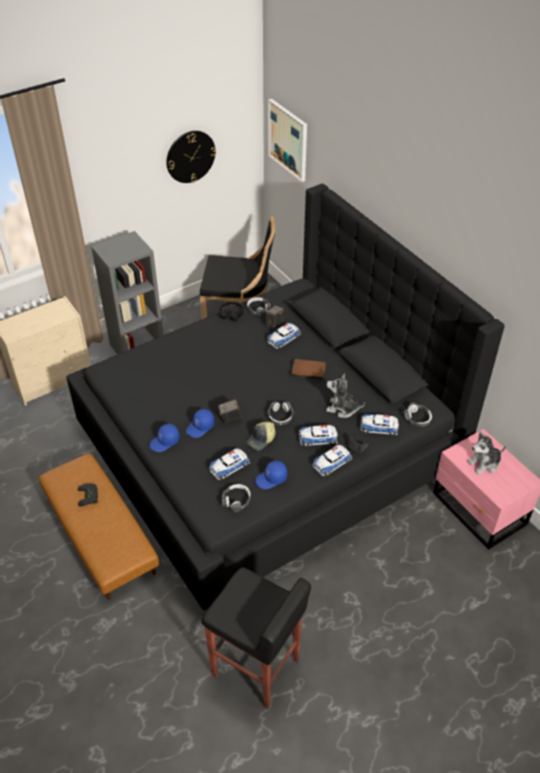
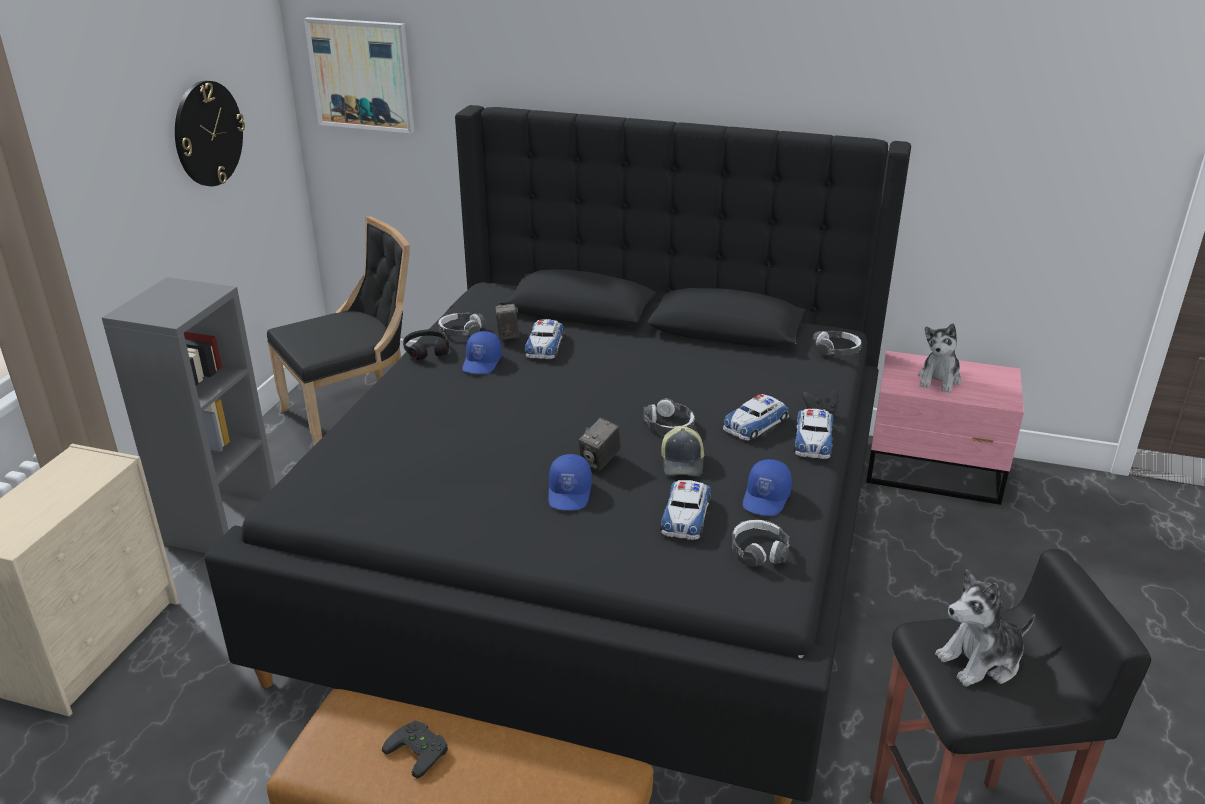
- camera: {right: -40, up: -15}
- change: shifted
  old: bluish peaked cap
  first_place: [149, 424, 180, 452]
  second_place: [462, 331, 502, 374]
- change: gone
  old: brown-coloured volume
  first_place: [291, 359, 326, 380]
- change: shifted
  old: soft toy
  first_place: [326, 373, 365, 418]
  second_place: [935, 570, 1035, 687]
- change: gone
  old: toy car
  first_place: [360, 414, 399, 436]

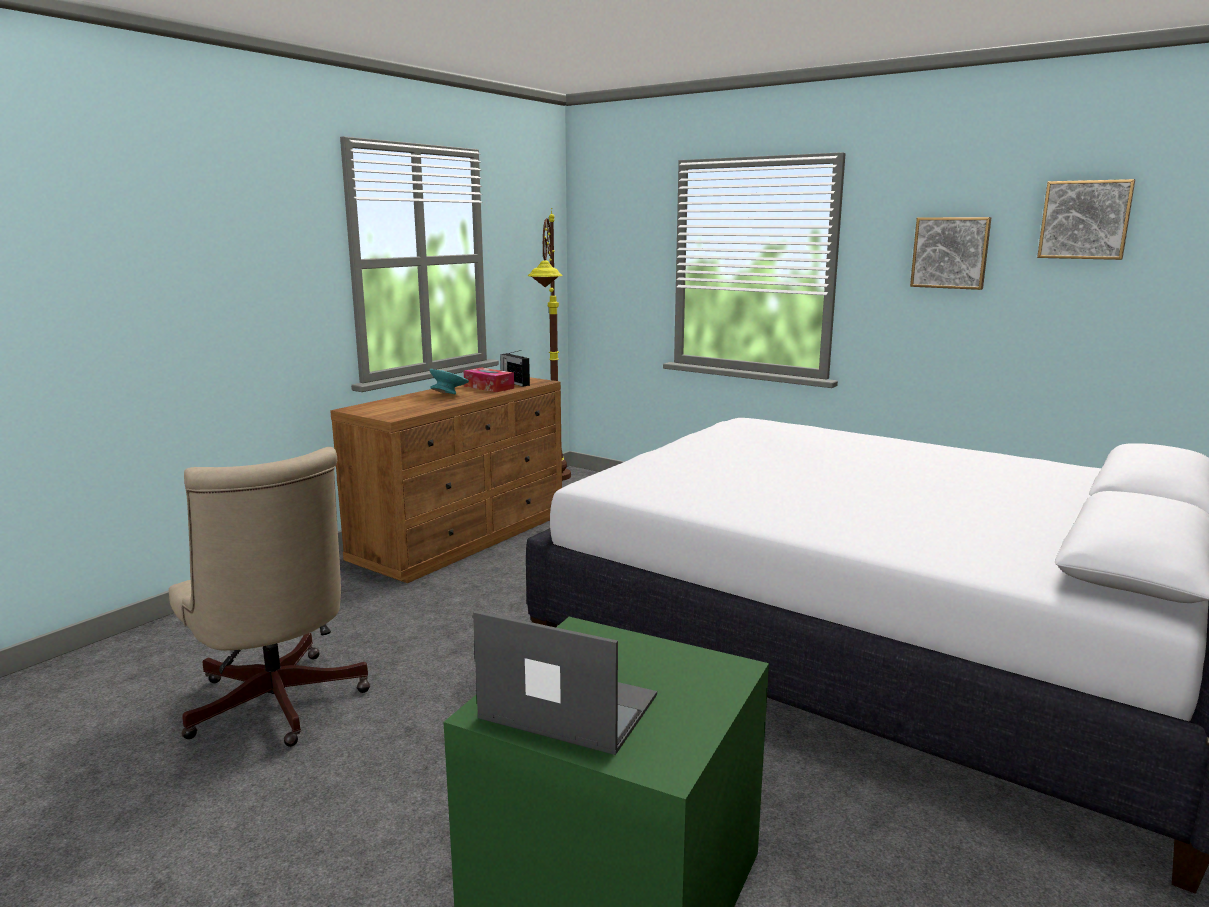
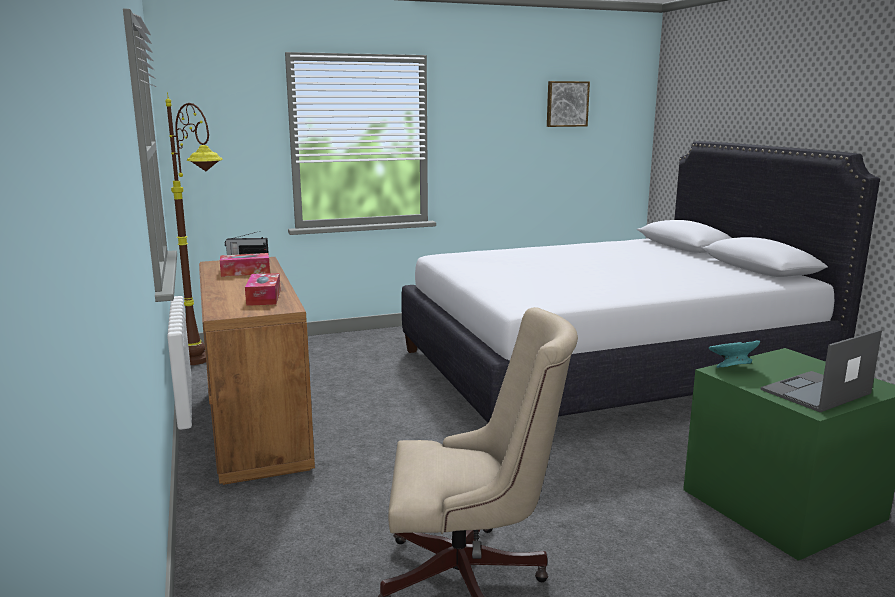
- camera: {right: -55, up: 0}
- change: shifted
  old: blue-green deep dish
  first_place: [429, 369, 469, 394]
  second_place: [709, 340, 760, 368]
- change: gone
  old: wall art
  first_place: [910, 217, 992, 290]
- change: new
  new: tissue box
  second_place: [245, 273, 281, 306]

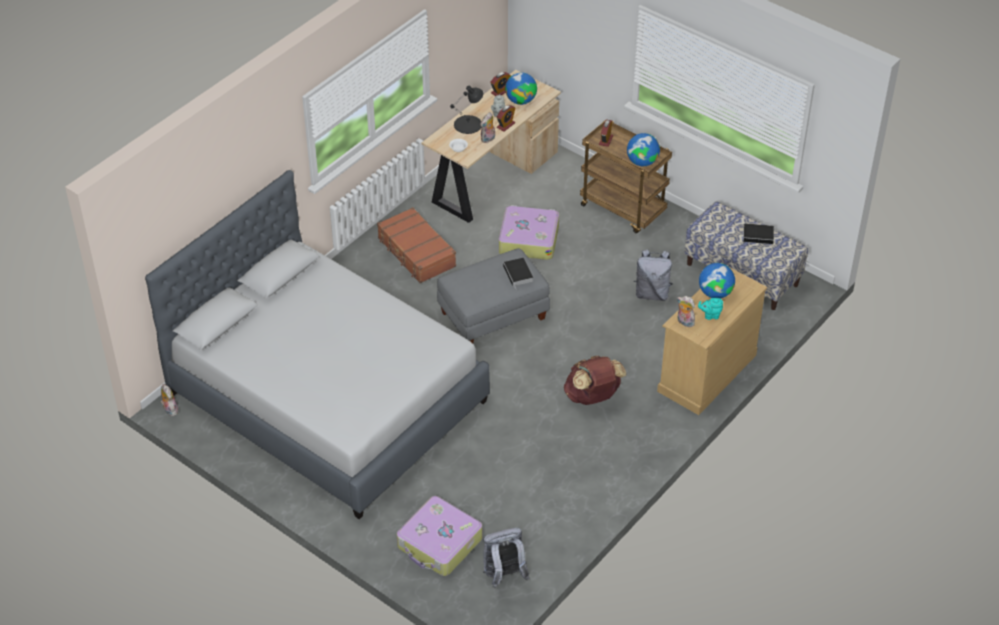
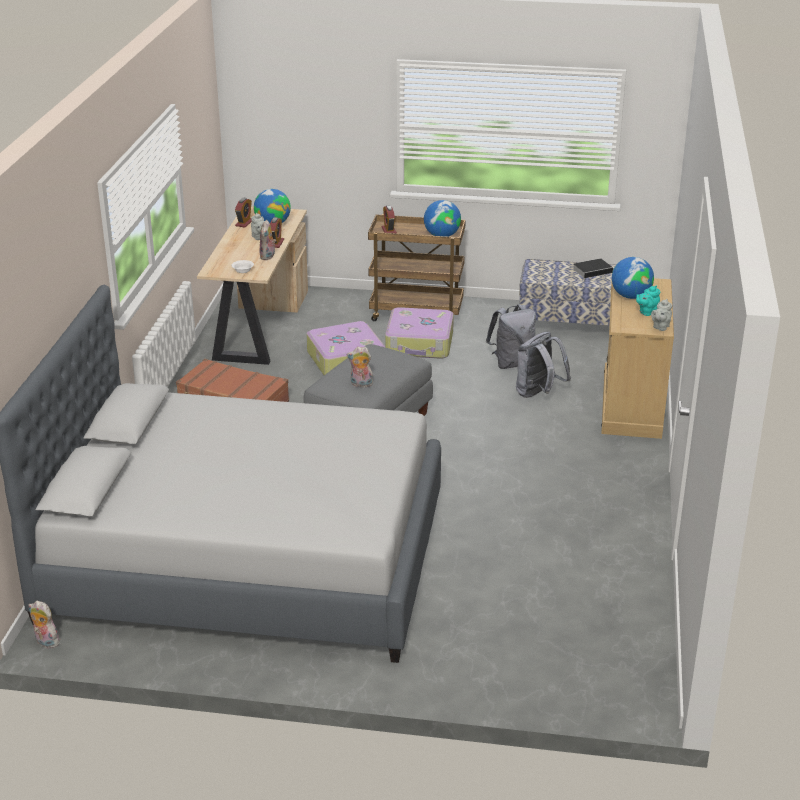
- camera: {right: -30, up: -15}
- change: shifted
  old: travel case
  first_place: [397, 496, 482, 576]
  second_place: [385, 307, 454, 359]
- change: gone
  old: black lamp for a table
  first_place: [450, 86, 483, 134]
- change: shifted
  old: greyish backpack
  first_place: [483, 528, 530, 588]
  second_place: [516, 332, 571, 398]
- change: gone
  old: volume
  first_place: [503, 258, 533, 289]
- change: gone
  old: brown-coloured backpack
  first_place: [564, 356, 626, 405]
- change: shifted
  old: soft toy
  first_place: [677, 296, 695, 327]
  second_place: [347, 347, 373, 387]
- change: new
  new: greyish tea pot
  second_place: [651, 299, 672, 331]

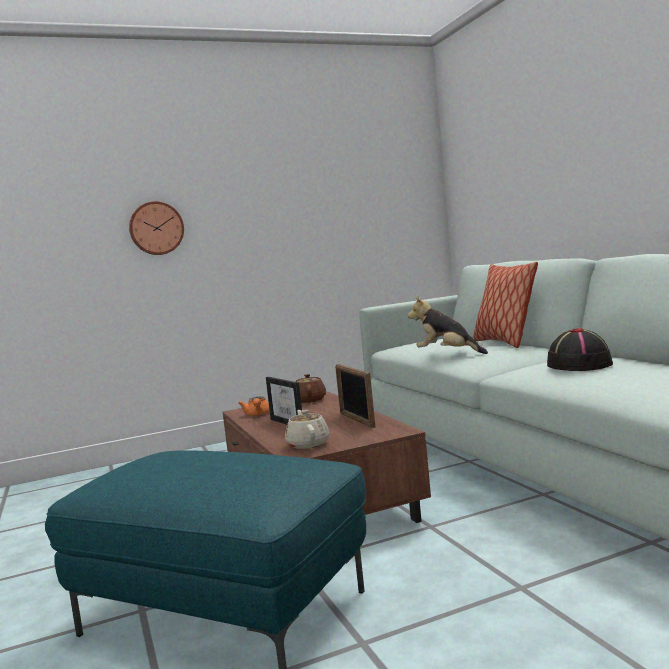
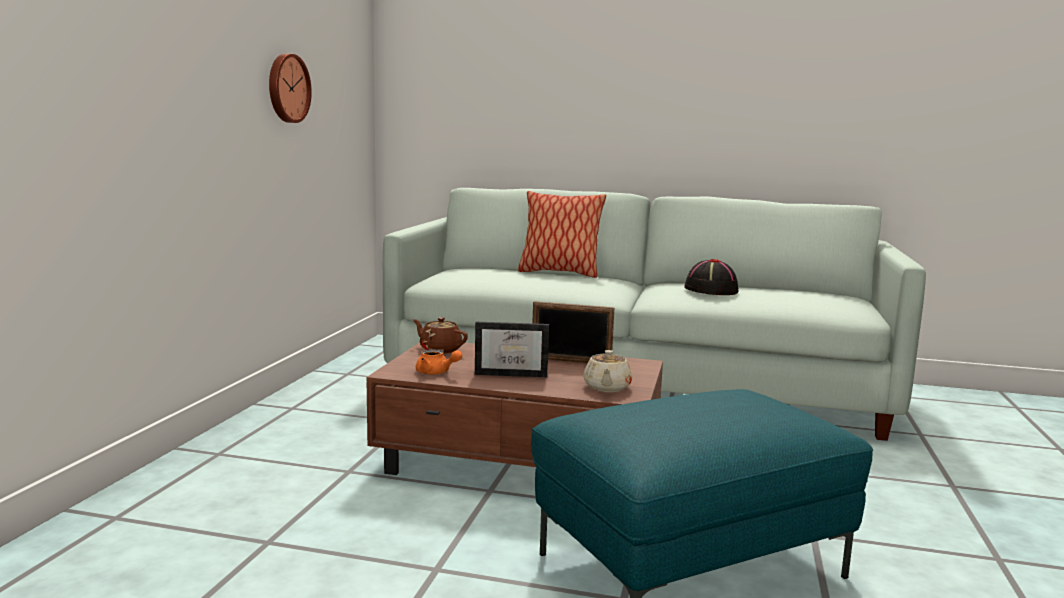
- camera: {right: -55, up: 5}
- change: shifted
  old: clock on the wall
  first_place: [129, 201, 184, 255]
  second_place: [269, 54, 312, 123]
- change: rotated
  old: beige tea pot
  first_place: [285, 410, 329, 449]
  second_place: [583, 350, 632, 392]
  degrees: -105
- change: gone
  old: soft toy
  first_place: [408, 297, 488, 354]

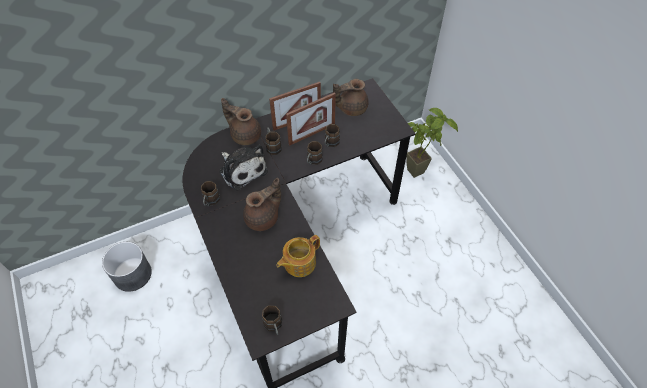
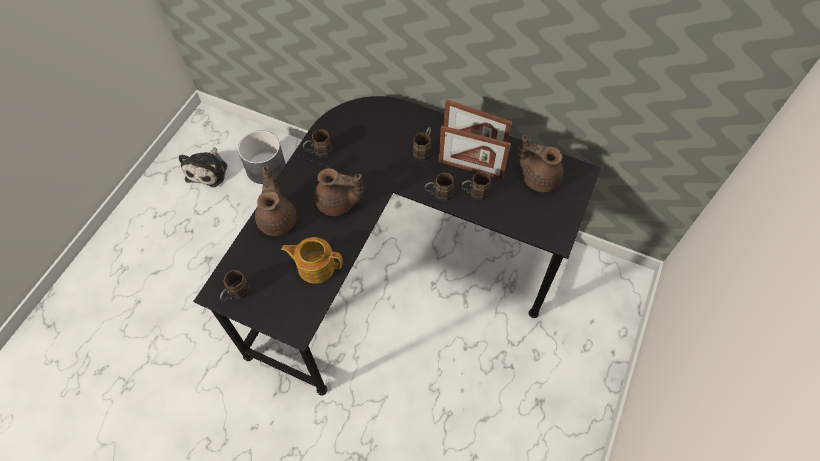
- camera: {right: 50, up: 5}
- change: shifted
  old: soft toy
  first_place: [220, 144, 268, 191]
  second_place: [179, 147, 227, 187]
- change: shifted
  old: brown-coloured tea pot
  first_place: [221, 98, 261, 145]
  second_place: [255, 165, 297, 236]
- change: gone
  old: potted plant
  first_place: [407, 108, 458, 178]

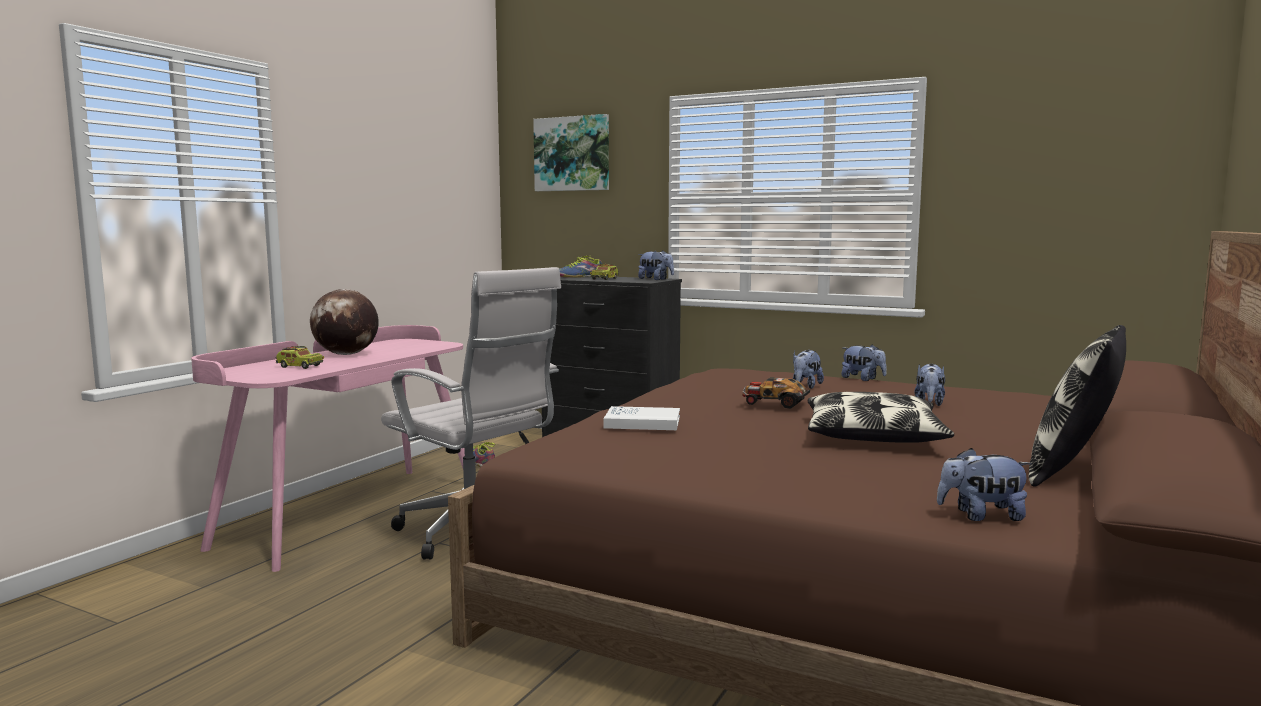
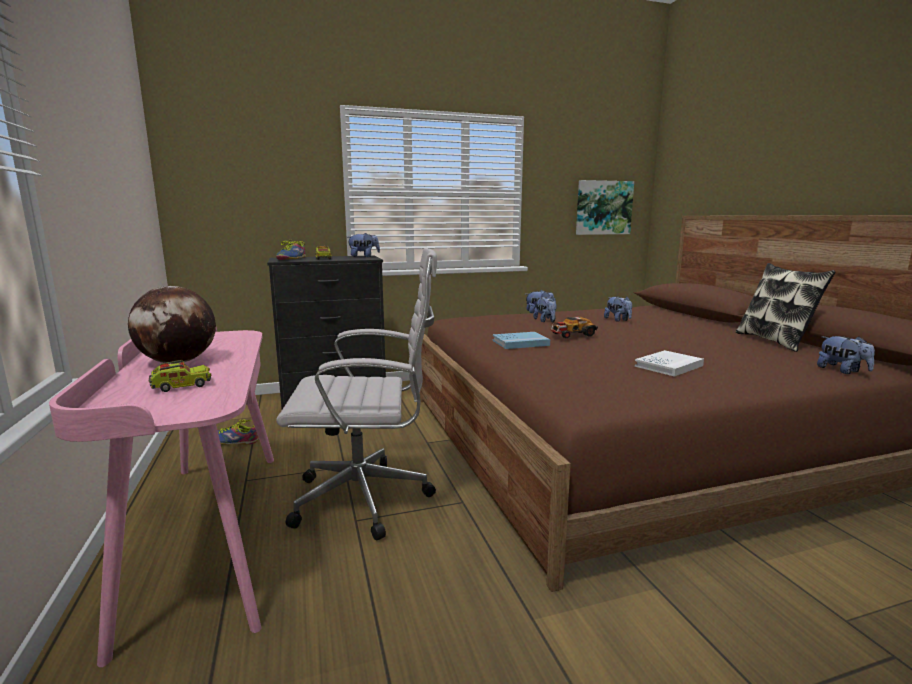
- camera: {right: -45, up: 5}
- change: shifted
  old: wall art
  first_place: [533, 114, 609, 191]
  second_place: [576, 180, 634, 235]
- change: shifted
  old: whitish volume
  first_place: [603, 406, 680, 430]
  second_place: [635, 350, 704, 377]
- change: gone
  old: throw pillow
  first_place: [808, 392, 954, 443]
- change: rotated
  old: soft toy
  first_place: [937, 448, 1032, 521]
  second_place: [817, 336, 875, 374]
  degrees: -75
- change: new
  new: bluish volume
  second_place: [493, 332, 550, 349]

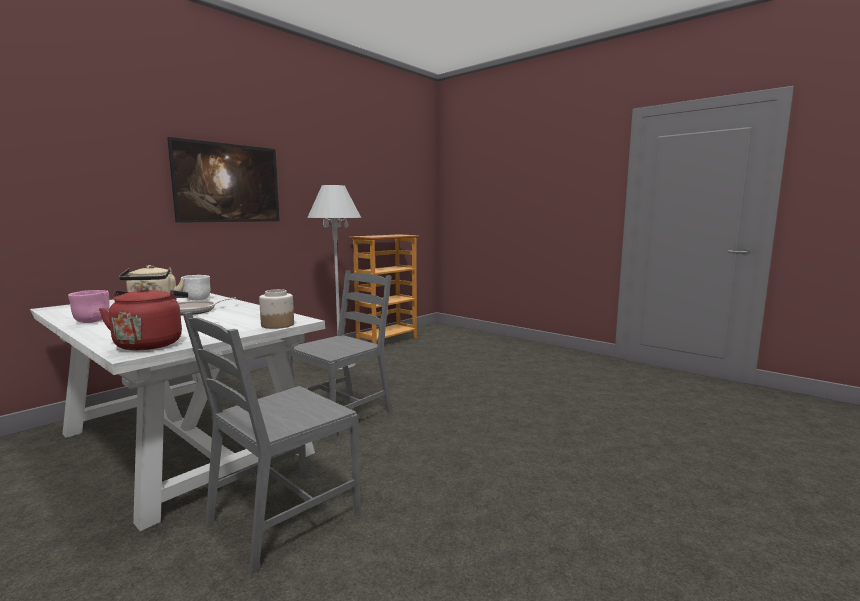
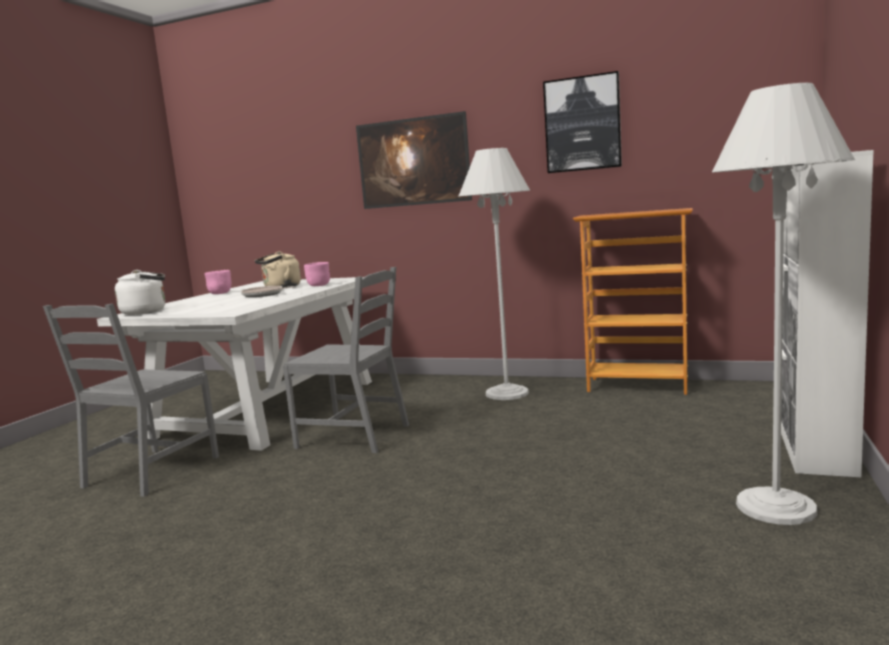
- camera: {right: 70, up: 0}
- change: repainted
  old: red-coloured water kettle
  new: whitish water kettle
  first_place: [99, 287, 188, 350]
  second_place: [115, 270, 165, 315]
- change: repainted
  old: whitish deep dish
  new: pink deep dish
  first_place: [181, 275, 210, 301]
  second_place: [304, 262, 330, 286]
- change: rotated
  old: greyish upright chair
  first_place: [183, 312, 361, 572]
  second_place: [43, 304, 219, 497]
  degrees: -90
- change: gone
  old: storage jar
  first_place: [259, 289, 294, 329]
- change: new
  new: wall art
  second_place: [543, 71, 622, 173]
- change: new
  new: whitish standing lamp
  second_place: [712, 83, 855, 525]
- change: new
  new: whitish cabinet
  second_place: [781, 150, 874, 477]

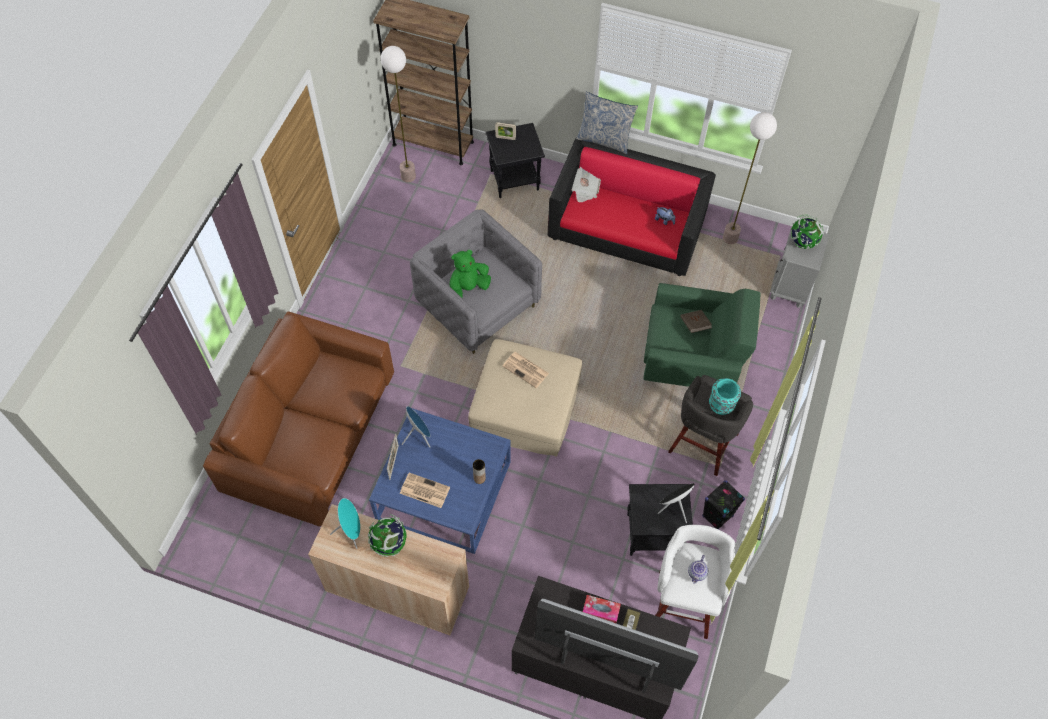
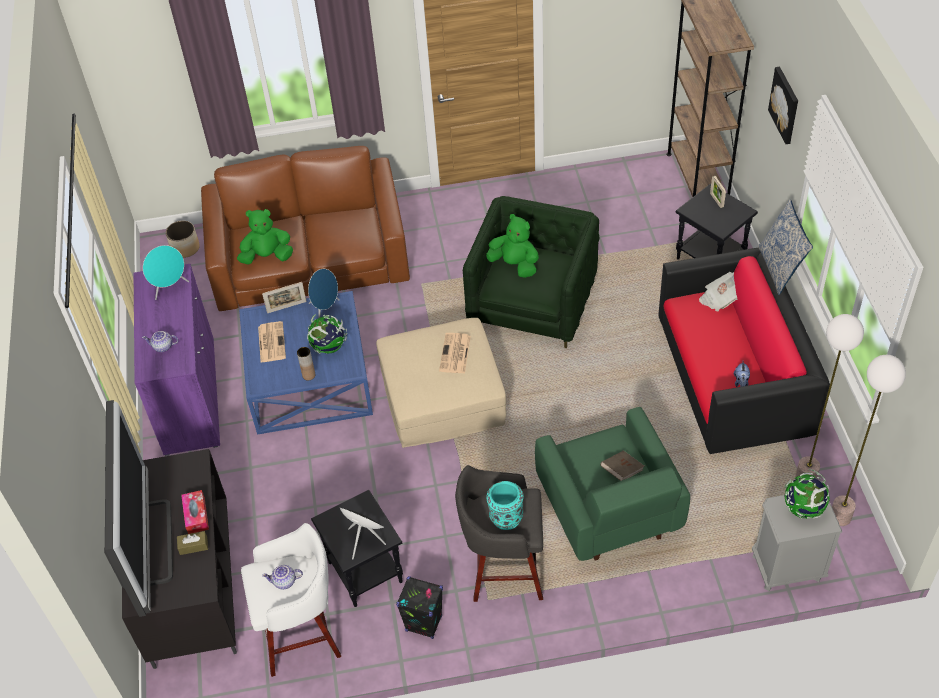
- camera: {right: 65, up: -10}
- change: repainted
  old: beige cabinet
  new: purple-coloured cabinet
  first_place: [308, 504, 469, 635]
  second_place: [134, 264, 220, 456]
- change: shifted
  old: world globe
  first_place: [368, 514, 406, 557]
  second_place: [307, 314, 347, 354]
- change: shifted
  old: standing lamp
  first_place: [381, 46, 416, 182]
  second_place: [832, 355, 906, 526]
- change: repainted
  old: greyish easy chair
  new: green easy chair
  first_place: [410, 209, 542, 354]
  second_place: [463, 196, 600, 348]
- change: new
  new: tea pot
  second_place: [142, 331, 178, 352]
- change: new
  new: plant pot
  second_place: [166, 221, 200, 258]
- change: new
  new: green soft toy
  second_place: [237, 209, 293, 264]
- change: new
  new: wall art
  second_place: [768, 67, 798, 144]

